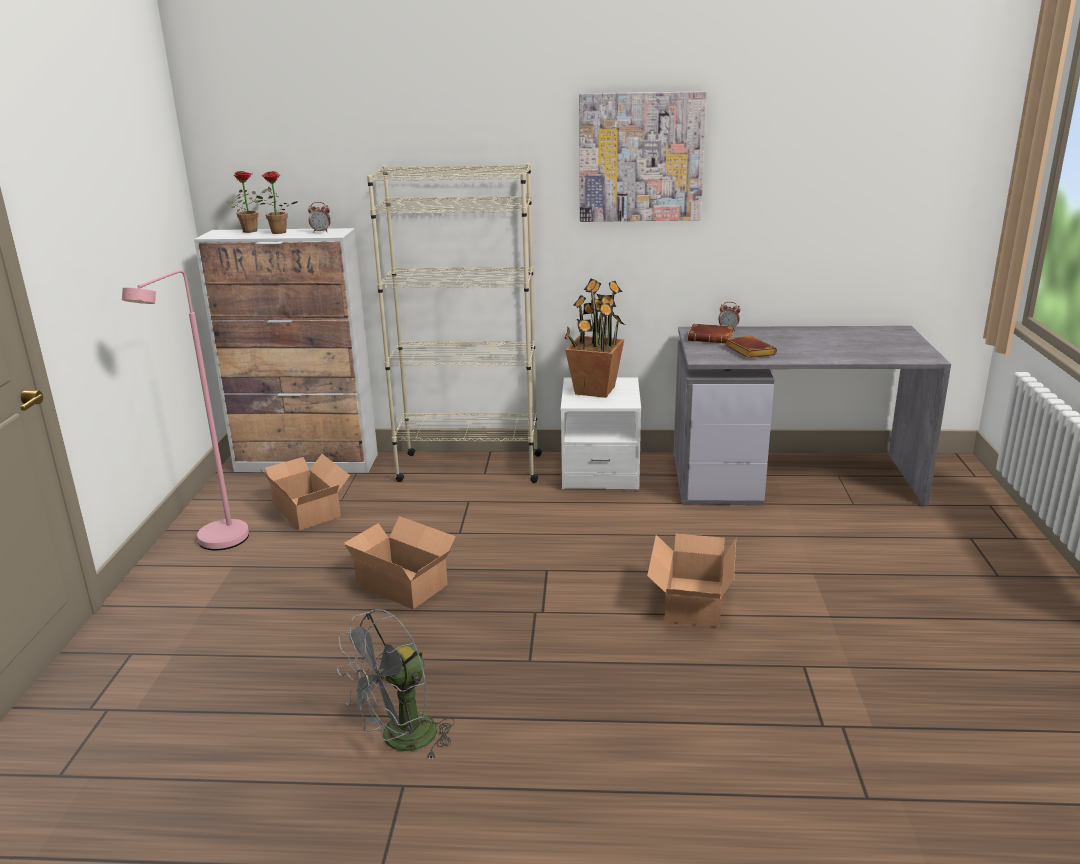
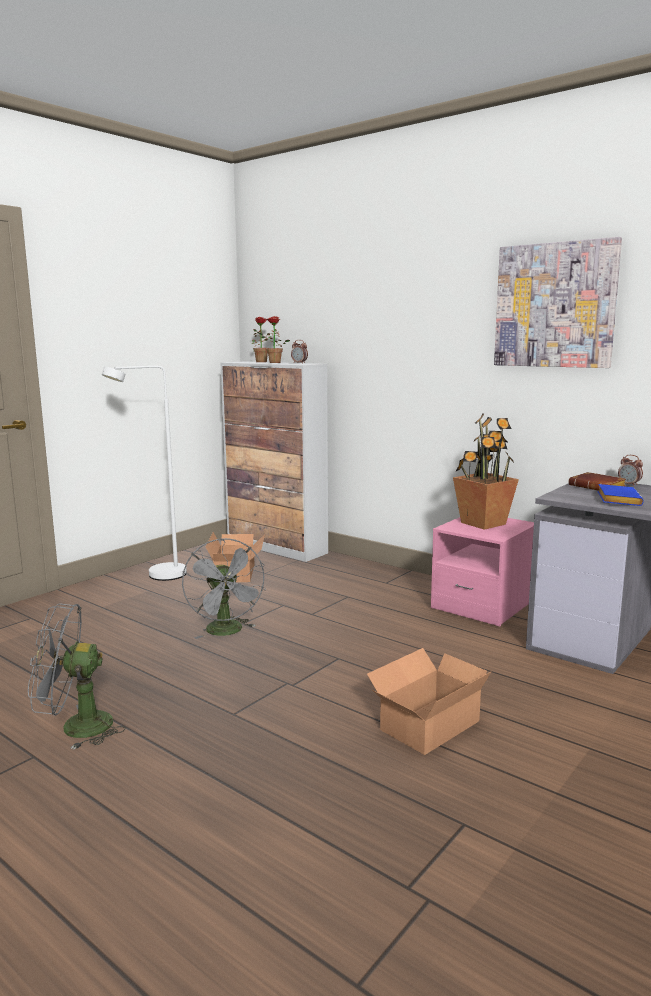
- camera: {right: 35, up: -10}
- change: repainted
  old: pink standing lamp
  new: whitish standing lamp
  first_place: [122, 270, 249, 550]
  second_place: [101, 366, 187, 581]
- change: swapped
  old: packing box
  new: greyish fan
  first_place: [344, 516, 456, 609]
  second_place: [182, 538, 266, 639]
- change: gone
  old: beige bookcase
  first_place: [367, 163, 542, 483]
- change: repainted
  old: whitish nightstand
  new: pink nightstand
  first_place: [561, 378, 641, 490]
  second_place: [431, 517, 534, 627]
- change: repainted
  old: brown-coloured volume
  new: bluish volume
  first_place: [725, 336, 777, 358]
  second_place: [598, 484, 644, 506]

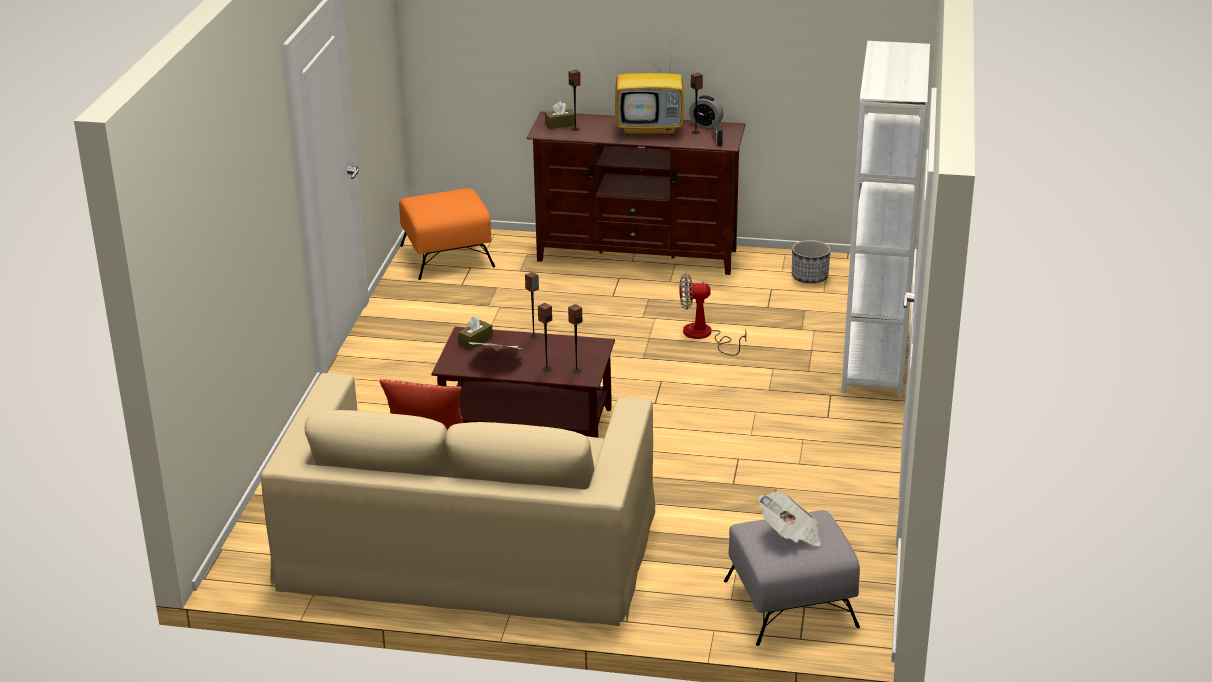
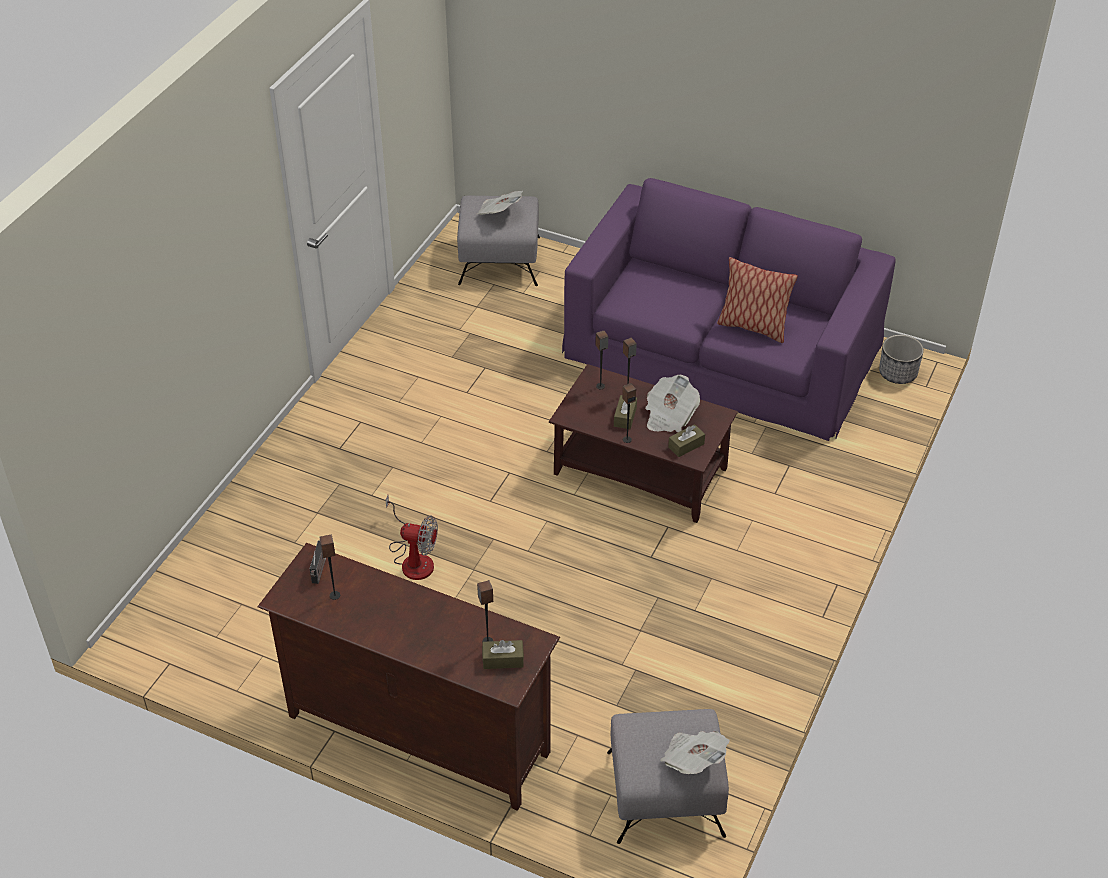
- camera: {right: -165, up: 15}
- change: repainted
  old: beige sofa
  new: purple-coloured sofa
  first_place: [261, 373, 655, 626]
  second_place: [562, 178, 896, 441]
- change: repainted
  old: orangey pouffe
  new: greyish pouffe
  first_place: [399, 188, 495, 280]
  second_place: [607, 709, 729, 844]
- change: gone
  old: TV
  first_place: [615, 45, 684, 135]
- change: gone
  old: table clock
  first_place: [689, 95, 724, 128]
- change: shifted
  old: plant pot
  first_place: [792, 240, 831, 283]
  second_place: [879, 335, 924, 384]
- change: gone
  old: whitish bookcase
  first_place: [841, 41, 930, 397]
- change: new
  new: brown-coloured tissue box
  second_place: [614, 395, 637, 429]
- change: new
  new: newspaper
  second_place: [660, 731, 730, 774]

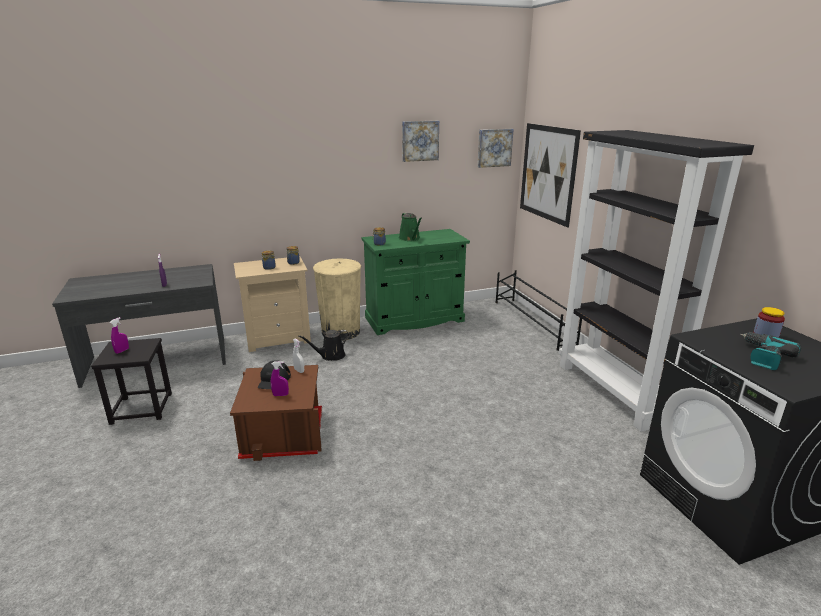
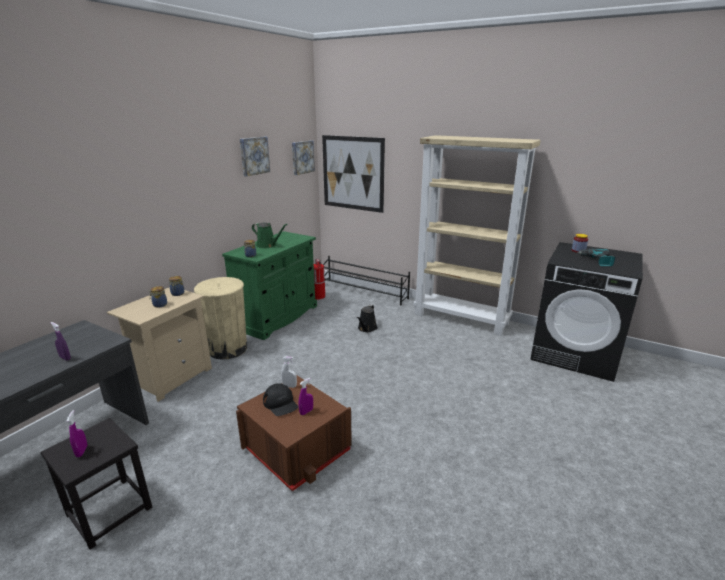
- camera: {right: -40, up: 0}
- change: shifted
  old: black watering pot
  first_place: [298, 330, 350, 361]
  second_place: [357, 305, 378, 332]
- change: repainted
  old: black bookcase
  new: beige bookcase
  first_place: [559, 130, 754, 432]
  second_place: [413, 135, 541, 336]
- change: new
  new: extinguisher
  second_place: [314, 259, 325, 299]

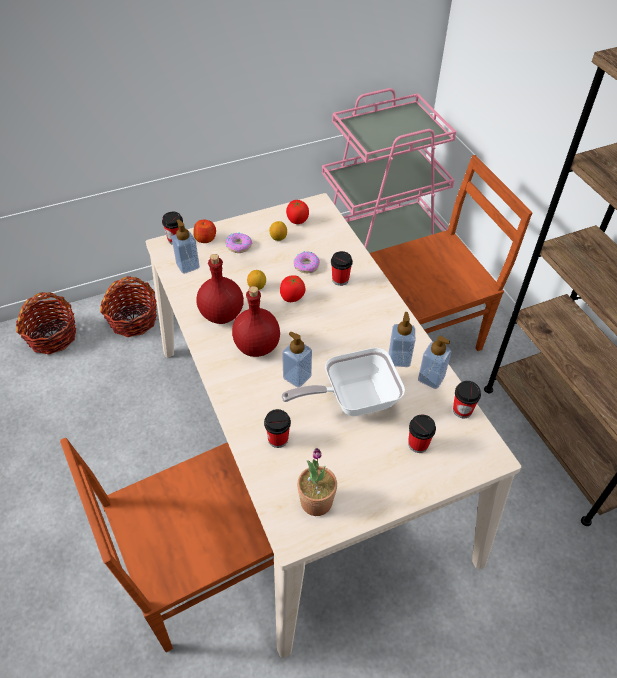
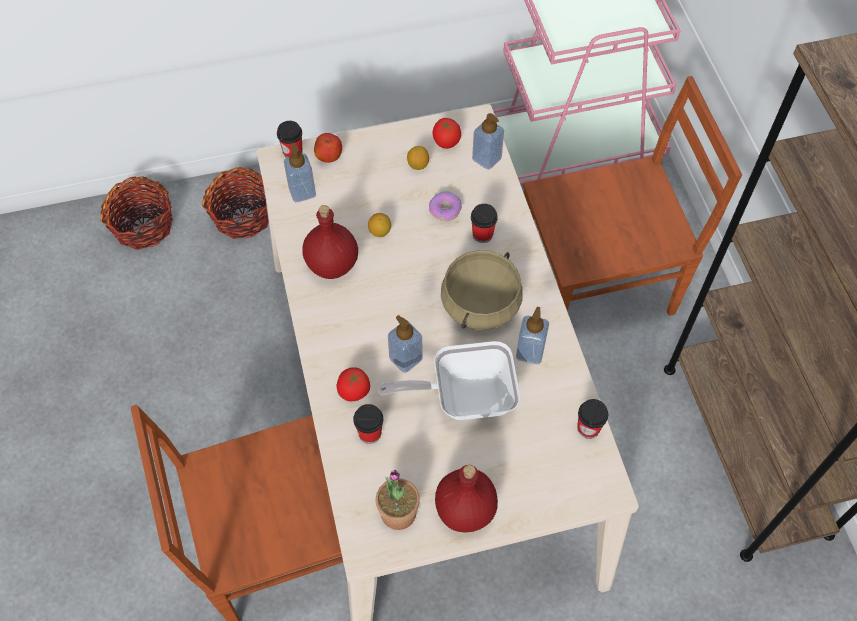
- camera: {right: 10, up: 10}
- change: gone
  old: donut
  first_place: [226, 232, 252, 253]
- change: shifted
  old: red-coloured drink bottle
  first_place: [232, 286, 280, 357]
  second_place: [435, 465, 498, 533]
- change: shifted
  old: tomato
  first_place: [280, 275, 305, 302]
  second_place: [336, 367, 370, 401]
- change: gone
  old: drinking cup
  first_place: [408, 414, 436, 453]
- change: shifted
  old: soap dispenser
  first_place: [418, 336, 451, 389]
  second_place: [472, 113, 504, 170]
- change: new
  new: beige cooking pot
  second_place: [441, 250, 523, 330]

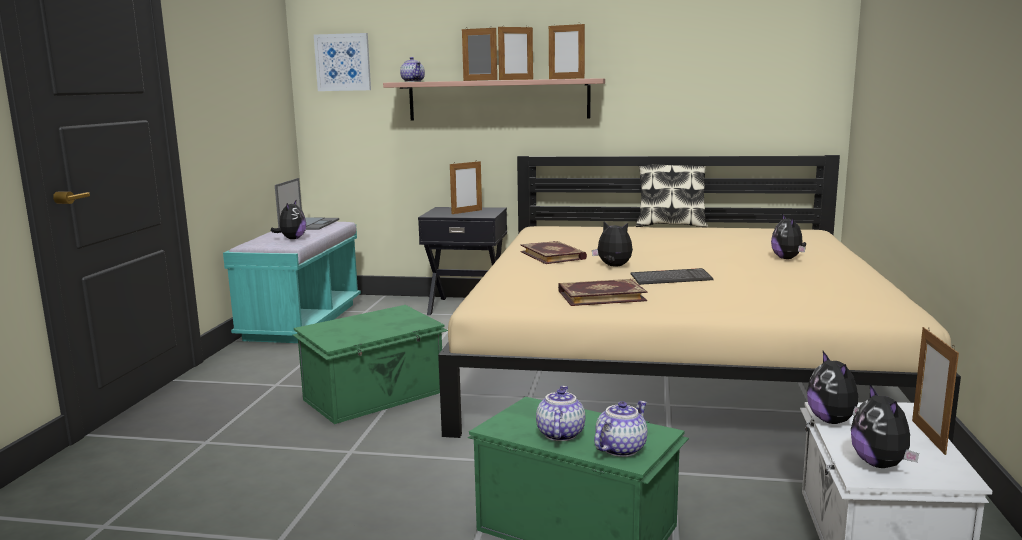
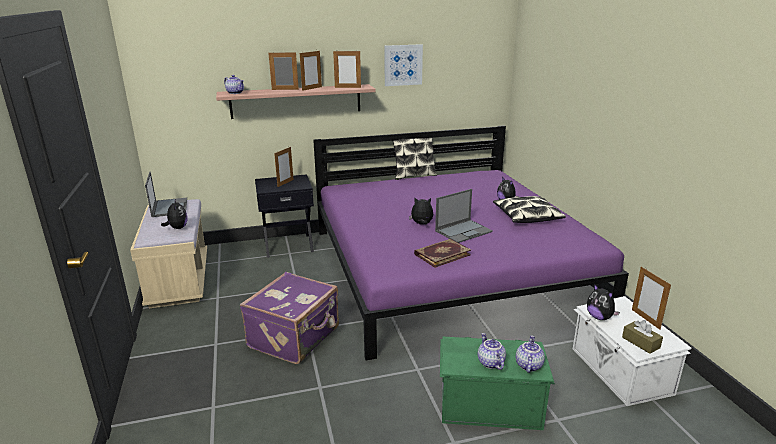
- camera: {right: -25, up: 10}
- change: repainted
  old: blue-green long seat
  new: beige long seat
  first_place: [223, 222, 361, 343]
  second_place: [130, 199, 207, 309]
- change: swapped
  old: green storage bin
  new: purple-coloured travel case
  first_place: [293, 305, 448, 424]
  second_place: [240, 272, 339, 364]
- change: shifted
  old: wall art
  first_place: [314, 33, 371, 91]
  second_place: [384, 44, 423, 86]
- change: repainted
  old: beige bedroom bed
  new: purple-coloured bedroom bed
  first_place: [438, 155, 961, 443]
  second_place: [313, 125, 629, 360]
- change: gone
  old: volume
  first_place: [520, 241, 587, 264]
- change: swapped
  old: computer keyboard
  new: laptop
  first_place: [631, 268, 714, 285]
  second_place: [435, 189, 493, 243]
- change: swapped
  old: soft toy
  new: brown-coloured tissue box
  first_place: [851, 383, 919, 468]
  second_place: [622, 320, 663, 354]
- change: new
  new: throw pillow
  second_place: [493, 196, 566, 223]

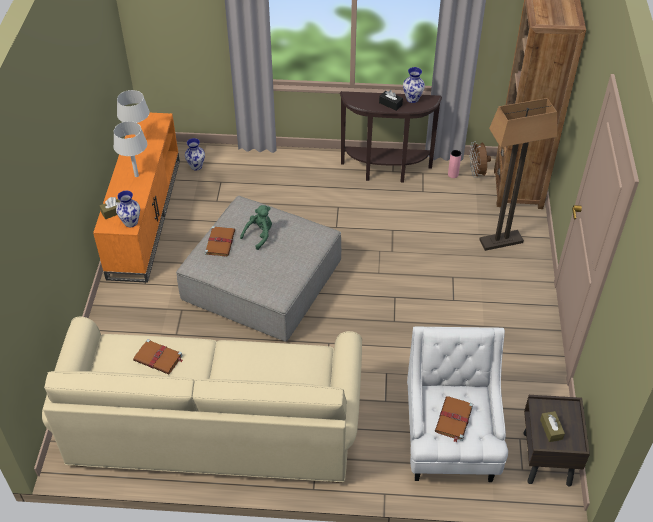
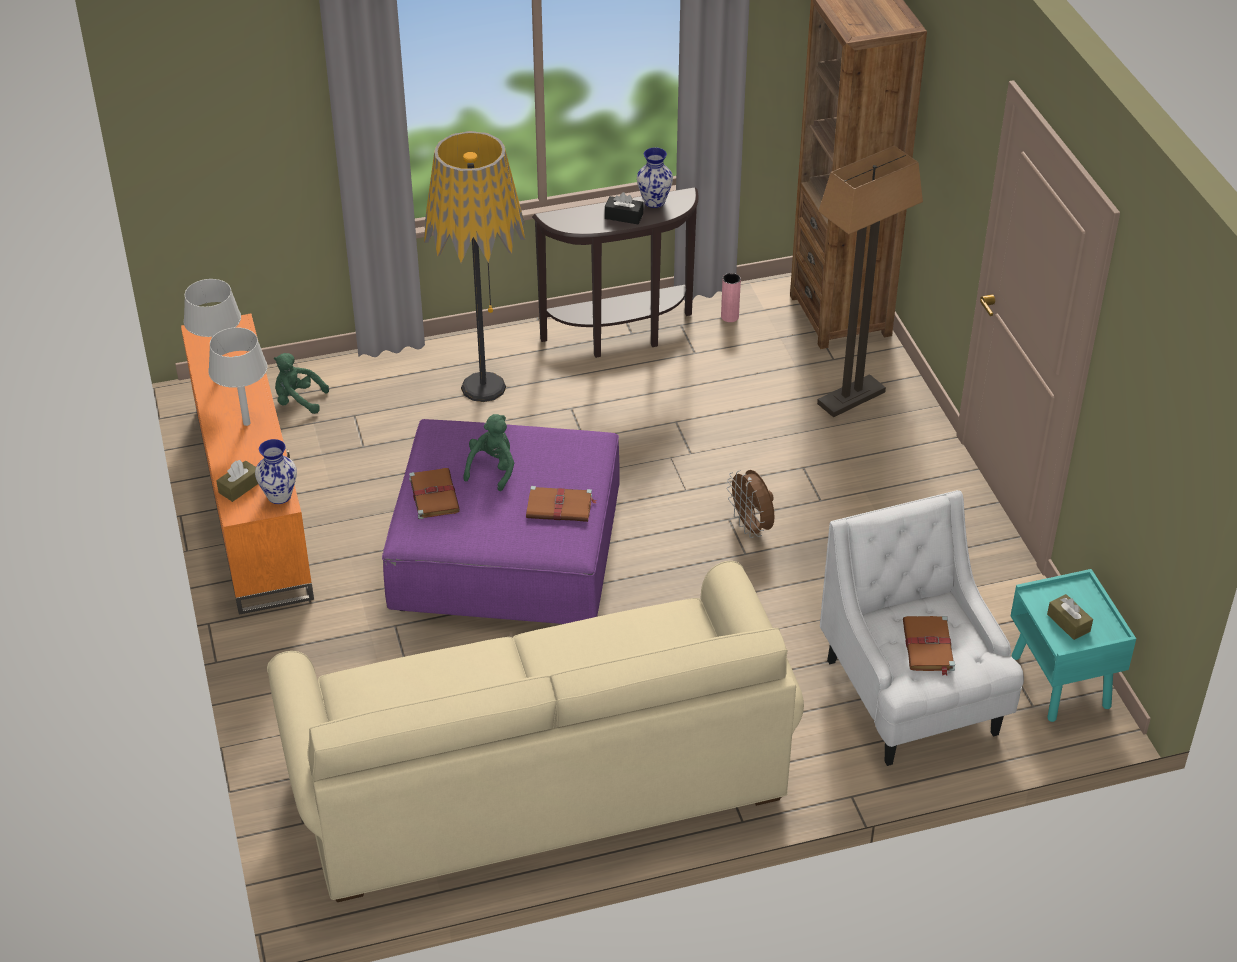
- camera: {right: -20, up: -5}
- change: shifted
  old: brown-coloured volume
  first_place: [133, 339, 183, 375]
  second_place: [526, 486, 597, 522]
- change: repainted
  old: greyish pouffe
  new: purple-coloured pouffe
  first_place: [176, 196, 341, 342]
  second_place: [382, 419, 620, 624]
- change: swapped
  old: vase
  new: green soft toy
  first_place: [185, 138, 205, 171]
  second_place: [274, 353, 329, 414]
- change: shifted
  old: brown-coloured fan
  first_place: [469, 141, 491, 178]
  second_place: [727, 470, 775, 538]
- change: repainted
  old: brown-coloured nightstand
  new: blue-green nightstand
  first_place: [523, 395, 590, 486]
  second_place: [1011, 569, 1136, 722]
- change: new
  new: standing lamp
  second_place: [424, 131, 525, 402]

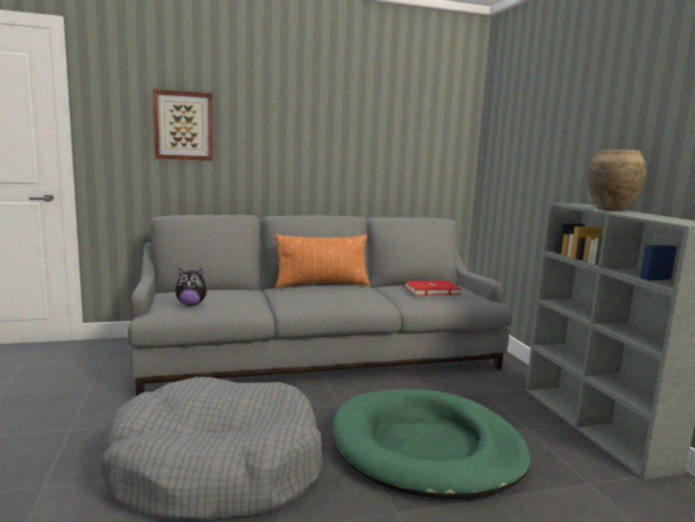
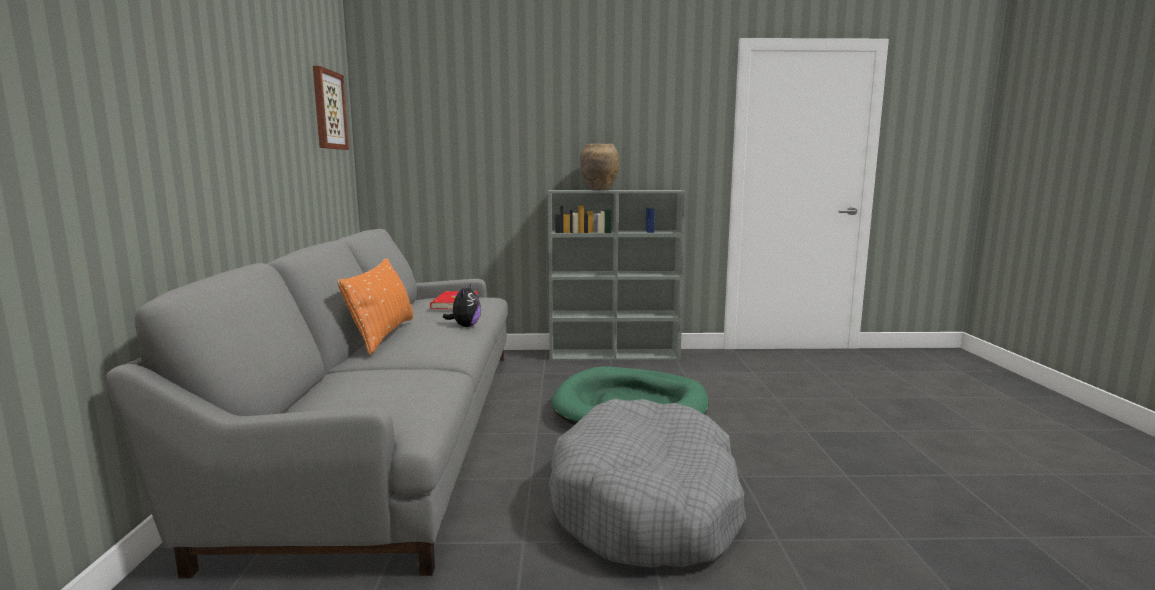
- camera: {right: -75, up: 0}
- change: shifted
  old: wall art
  first_place: [153, 89, 213, 161]
  second_place: [313, 66, 349, 150]
- change: shifted
  old: soft toy
  first_place: [175, 268, 210, 306]
  second_place: [443, 283, 481, 327]

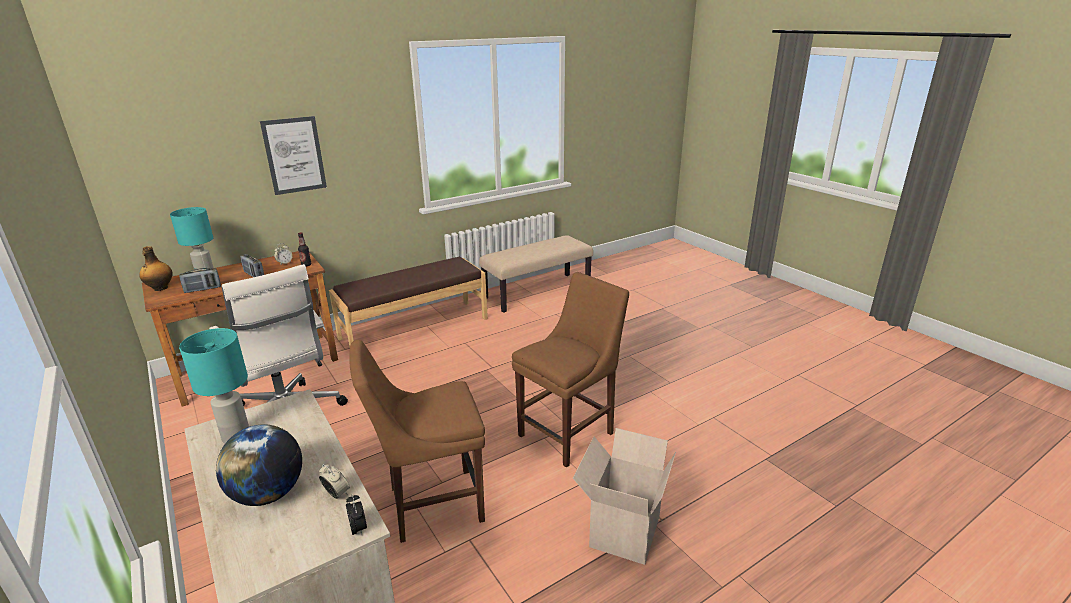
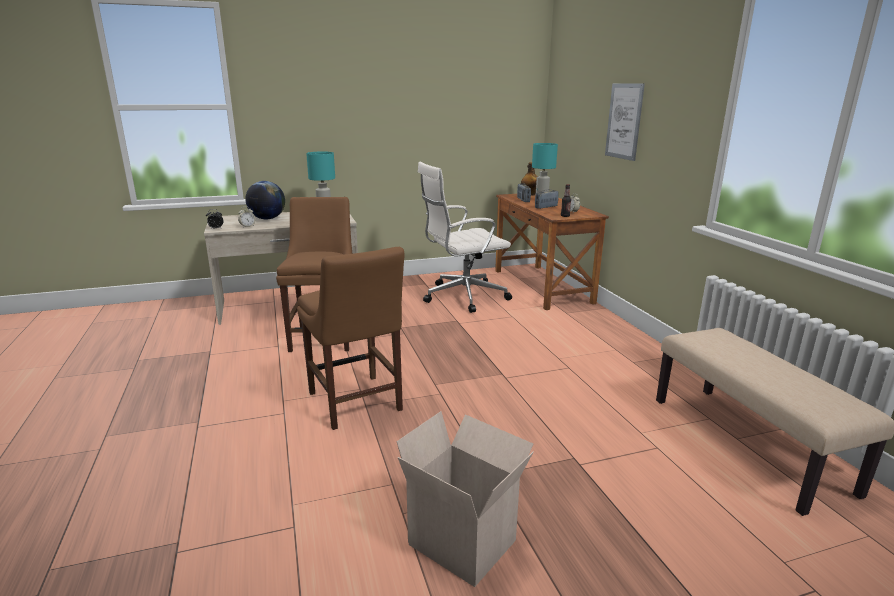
- camera: {right: 105, up: -5}
- change: gone
  old: brown-coloured long seat
  first_place: [329, 257, 488, 348]
- change: shifted
  old: packing box
  first_place: [573, 428, 676, 565]
  second_place: [396, 411, 533, 587]

